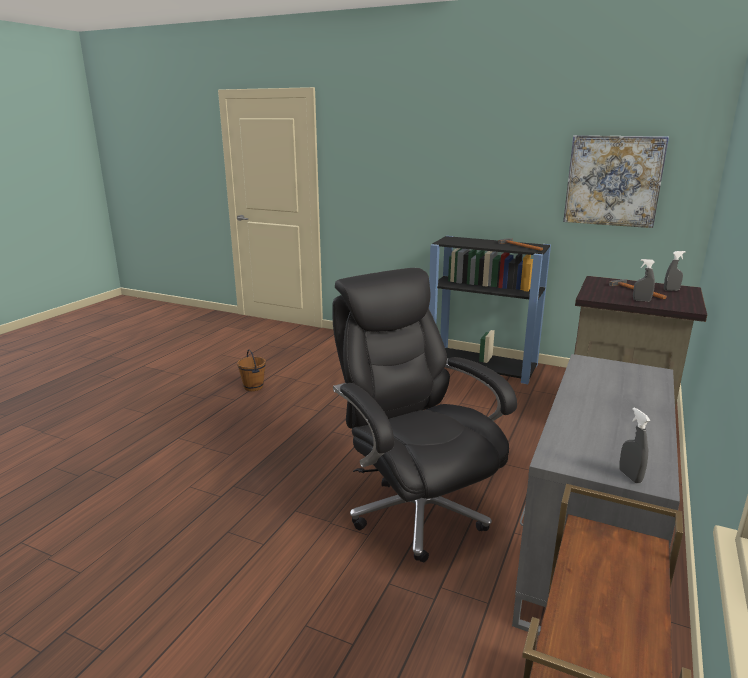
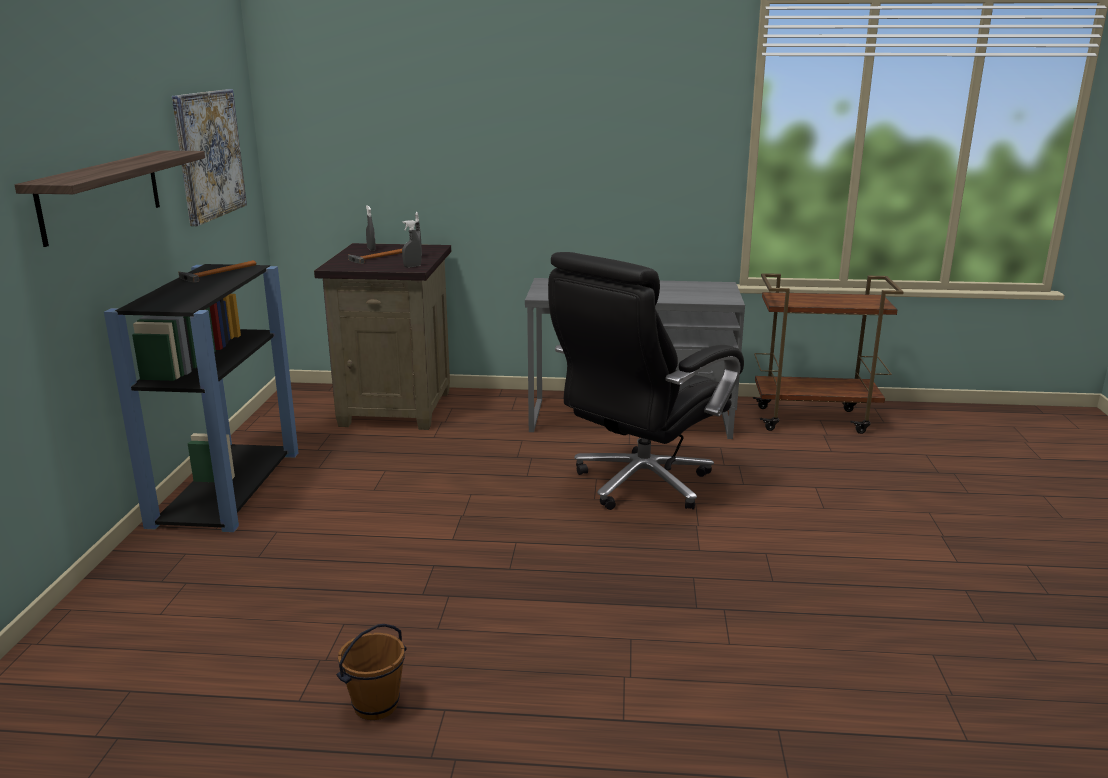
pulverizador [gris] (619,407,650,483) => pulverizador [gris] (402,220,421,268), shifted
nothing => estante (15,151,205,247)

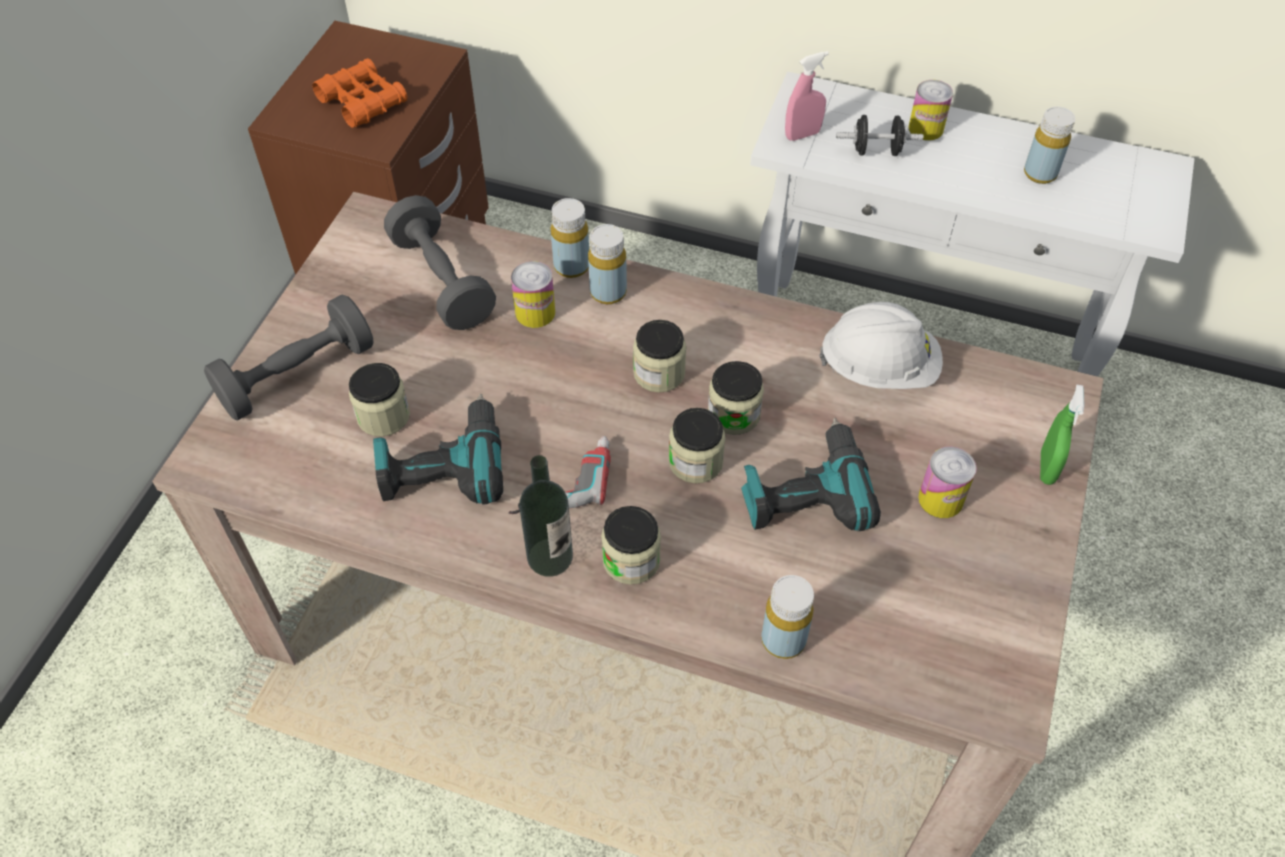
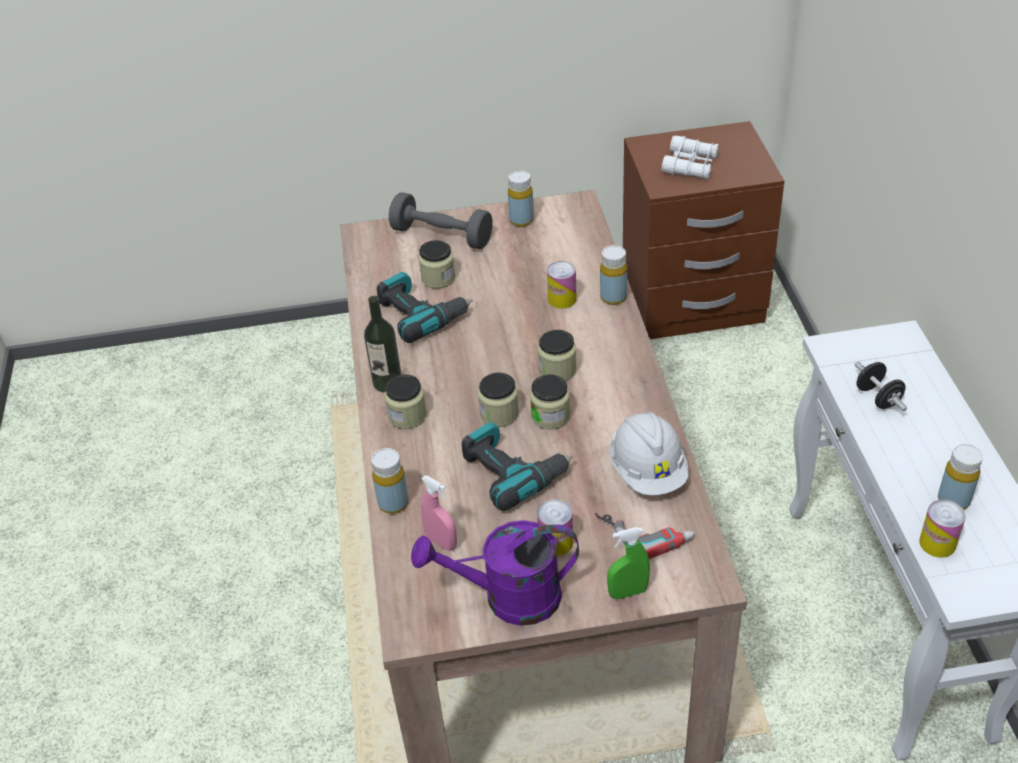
pulverizador [rosa] (785,51,829,141) => pulverizador [rosa] (421,476,457,551), shifted
prismáticos [naranja] (312,58,407,128) => prismáticos [blanco] (662,136,719,180)
lata (908,80,953,140) => lata (919,500,966,558), shifted
mancuerna [gris] (384,195,496,330) => nothing
botella [amarillo] (588,224,627,304) => botella [amarillo] (508,170,534,227), shifted
taladro (508,436,611,514) => taladro (595,513,695,559), shifted
nothing => regadera [morado] (411,520,579,626)

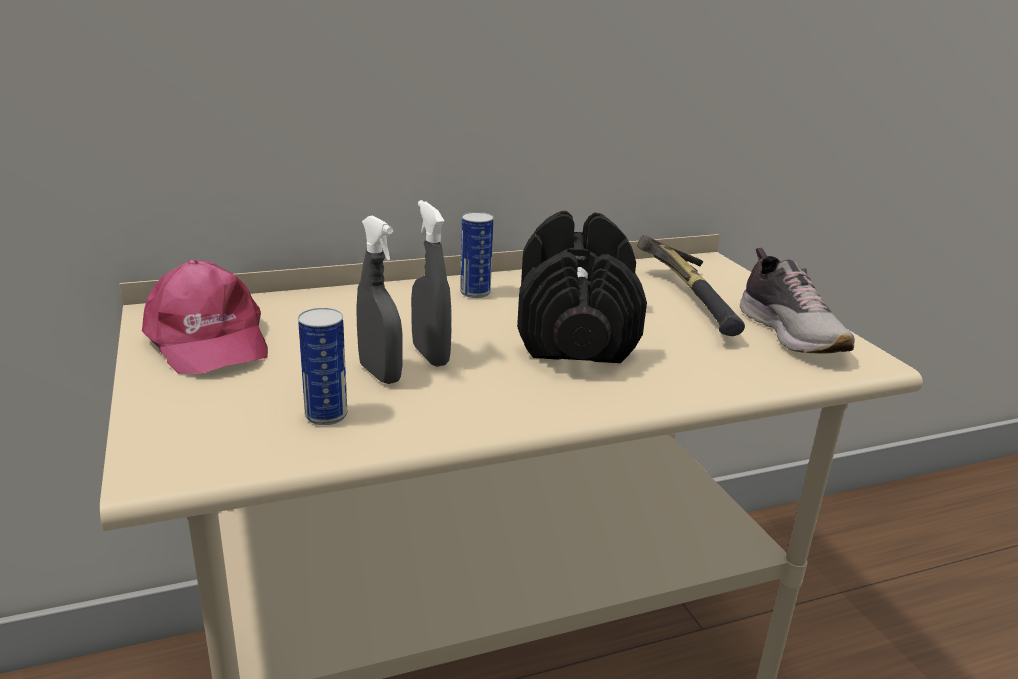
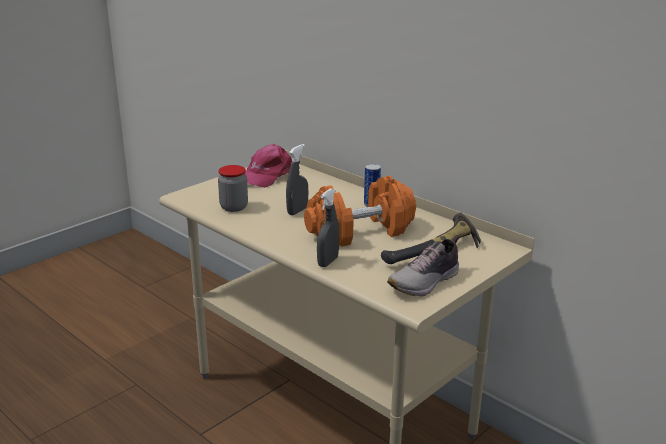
mancuerna [negro] (517,211,647,363) => mancuerna [naranja] (304,176,416,247)
pulverizador [gris] (357,216,403,384) => pulverizador [gris] (317,188,339,267), shifted
lata (298,308,348,425) => tarro (218,165,248,212)

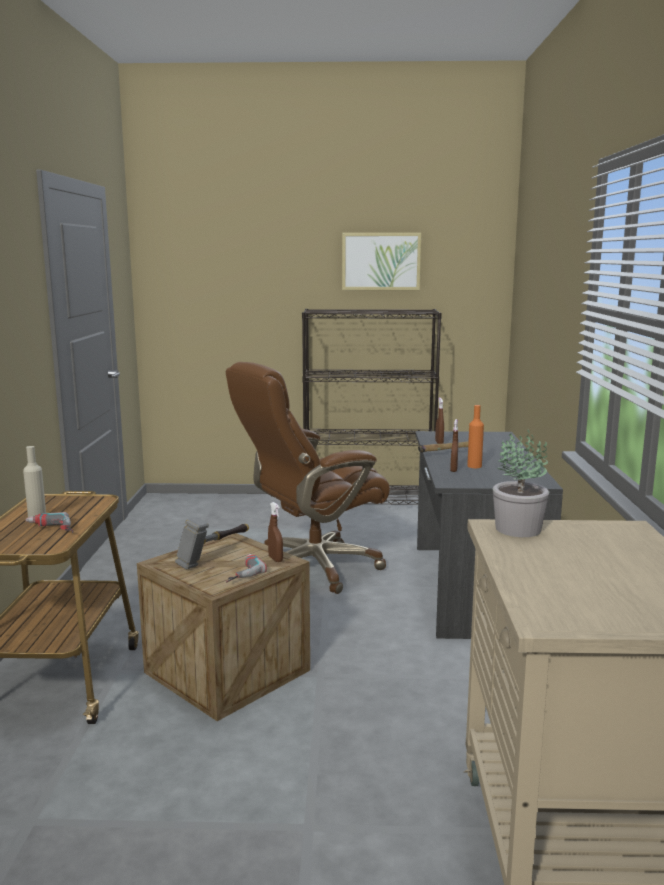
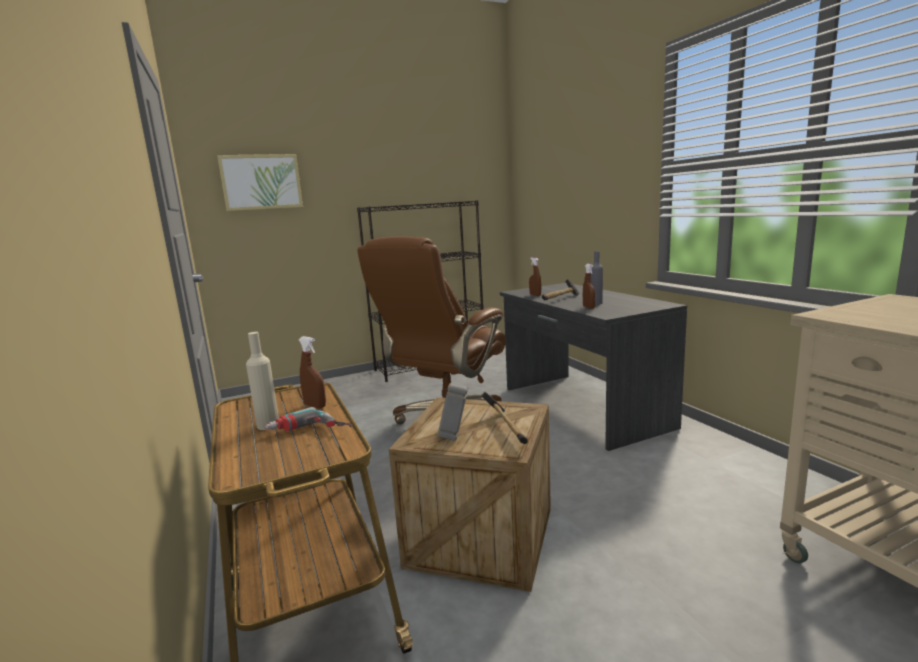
cuadro (342,233,421,290) => cuadro (217,154,303,211), shifted
botella [naranja] (467,405,484,468) => botella [gris] (590,251,603,305)
planta en maceta (493,429,549,537) => nothing
pulverizador [marrón] (268,502,283,562) => pulverizador [marrón] (299,336,326,408), shifted
taladro (226,554,267,583) => martillo (481,392,528,444)

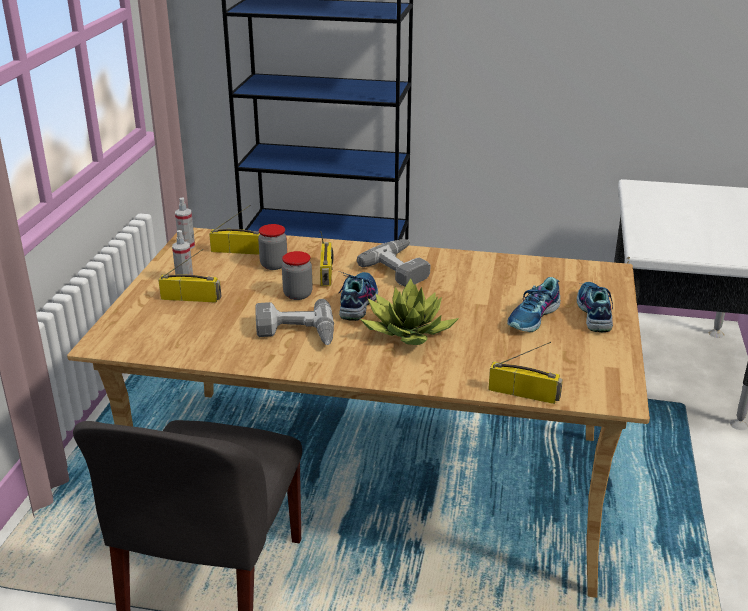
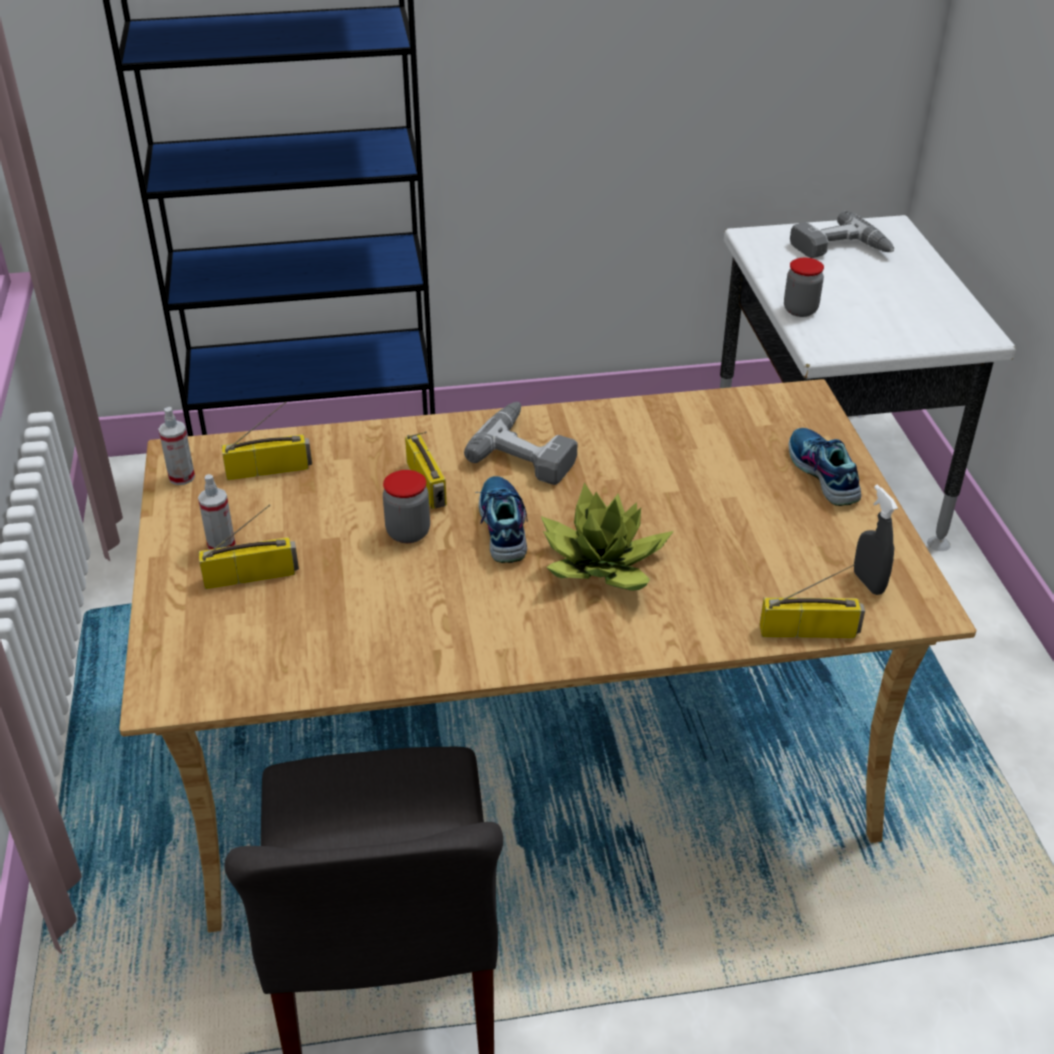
tarro (258,224,287,270) => tarro (784,258,824,317), shifted
zapato (507,277,560,332) => nothing
taladro (255,299,334,345) => taladro (790,211,894,258), shifted
nothing => pulverizador [gris] (854,485,898,595)

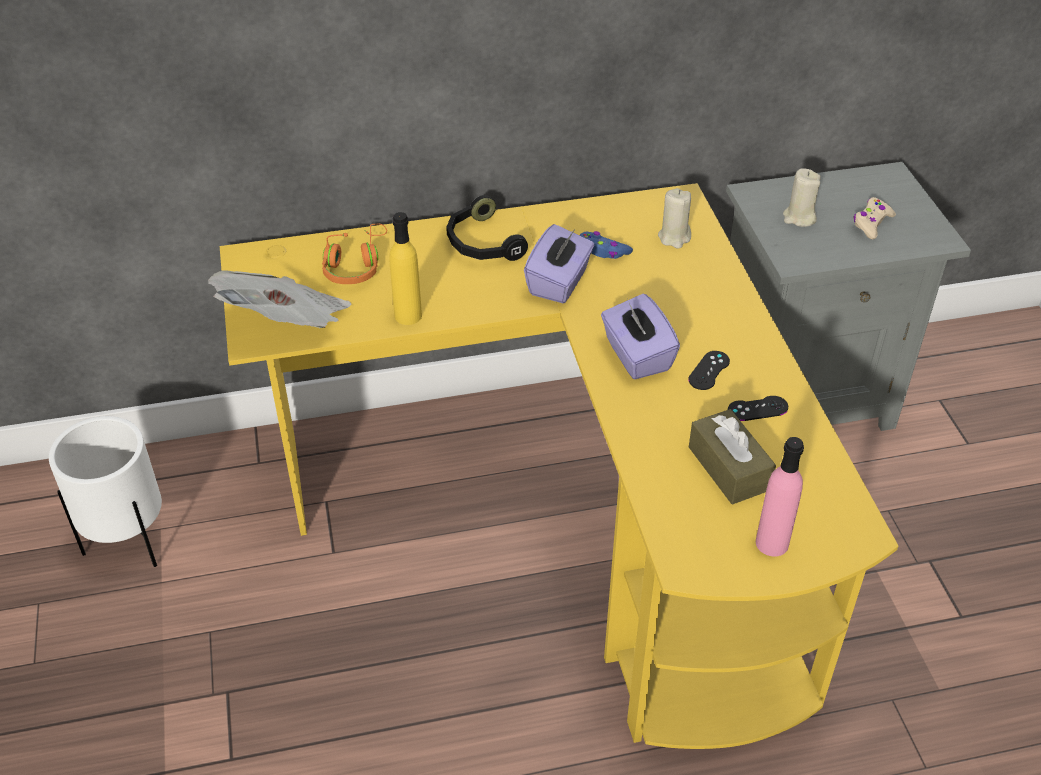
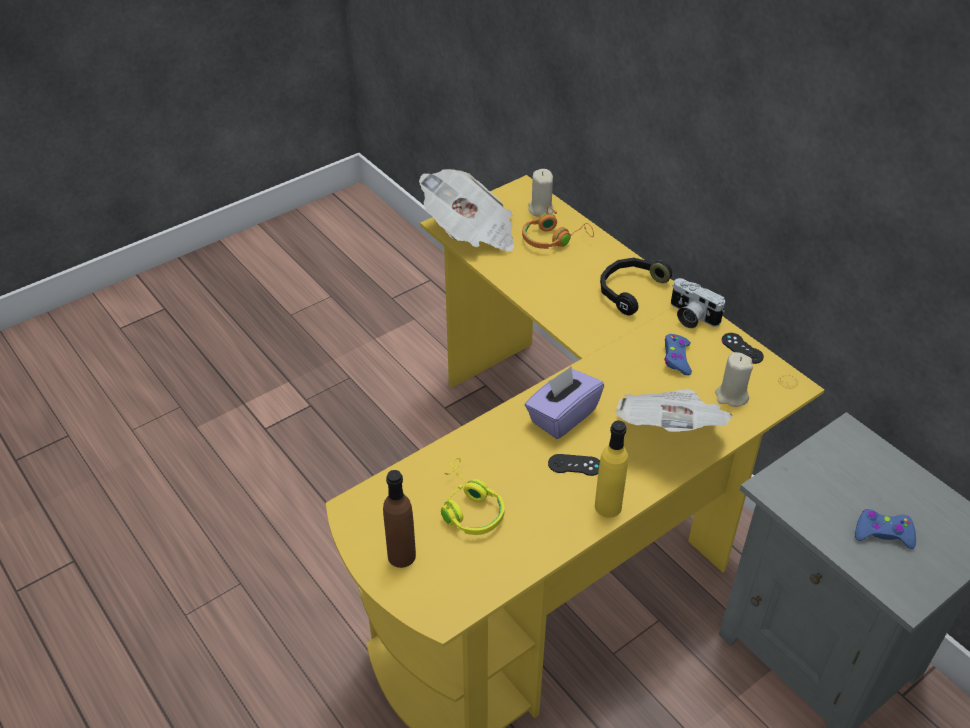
vela [beis] (783,168,821,227) => vela [beis] (528,169,554,217), shifted
mando de consola [beis] (853,197,896,239) => mando de consola [azul] (855,509,916,549)
botella [amarillo] (389,212,422,325) => botella [amarillo] (595,420,628,518), shifted
caja de pañuelos [morado] (524,224,594,303) => nothing
mando de consola [negro] (728,396,788,421) => mando de consola [negro] (722,333,764,364), shifted
caja de pañuelos [marrón] (689,409,776,504) => auriculares [amarillo] (441,458,505,535)
maceta [blanco] (49,416,162,567) => nothing
botella [rosa] (756,437,804,556) => botella [marrón] (383,470,416,568)
nothing => cámara (671,278,725,329)
nothing => periódico (615,389,733,432)

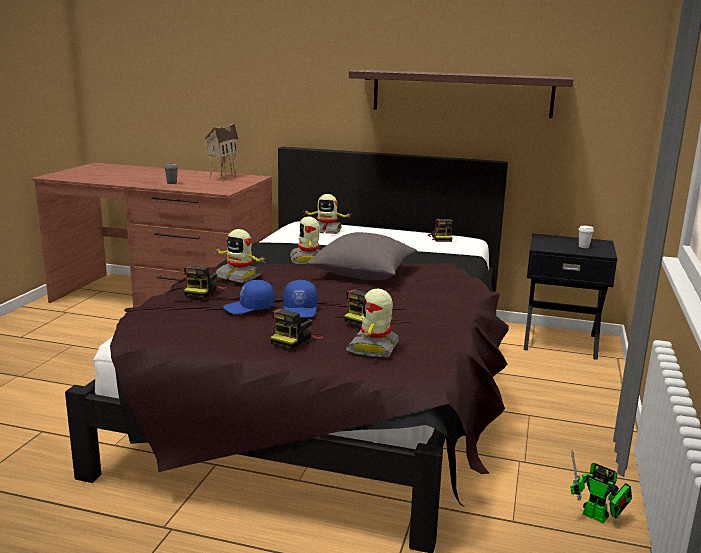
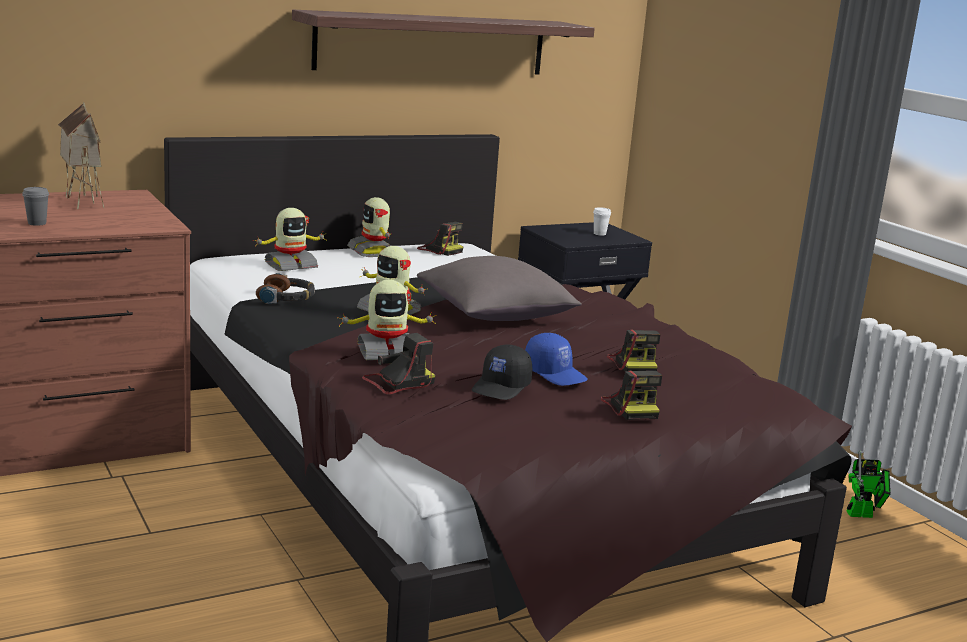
cámara (184,265,227,298) => cámara (362,333,435,394), 90 degrees counterclockwise
gorra [azul] (223,280,274,314) => gorra [negro] (472,345,532,400)
robot de juguete (346,289,399,358) => robot de juguete (347,197,391,257), shifted
nothing => auriculares (256,273,315,304)

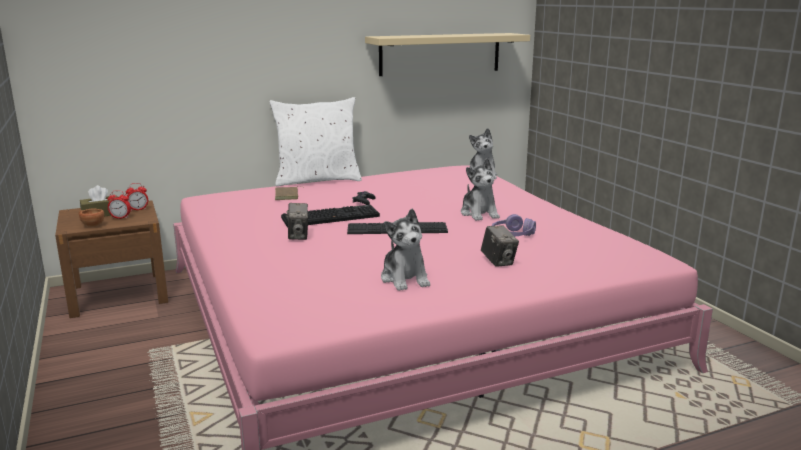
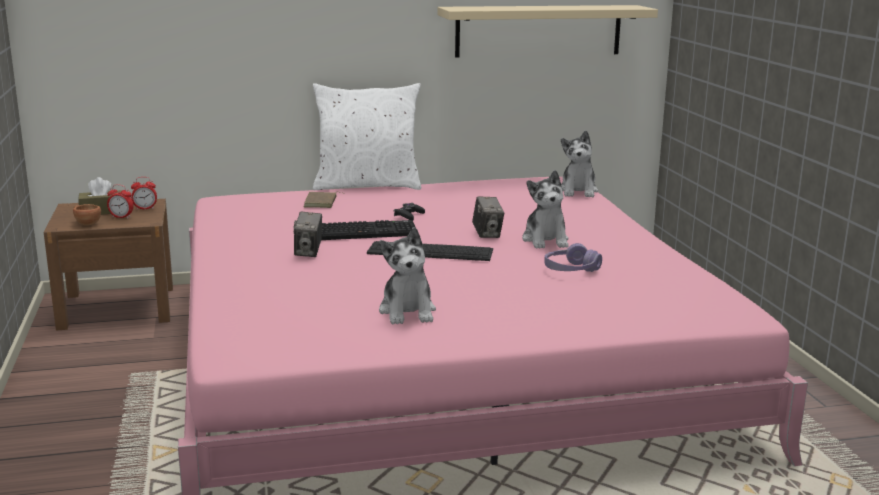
cámara (481,225,519,267) => cámara (472,196,504,238), shifted

